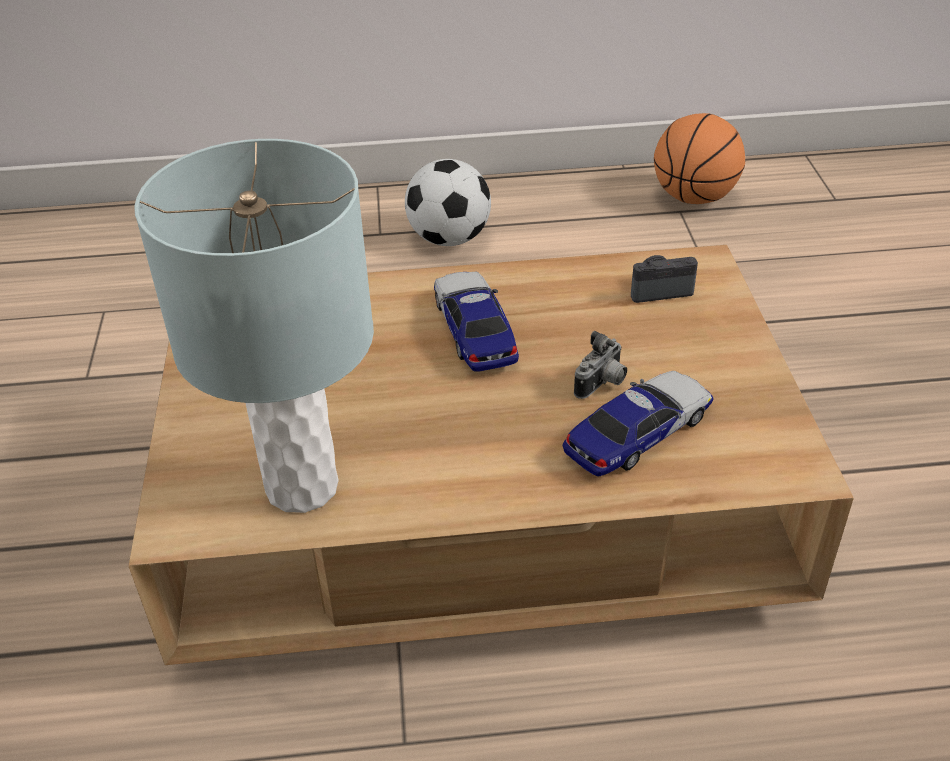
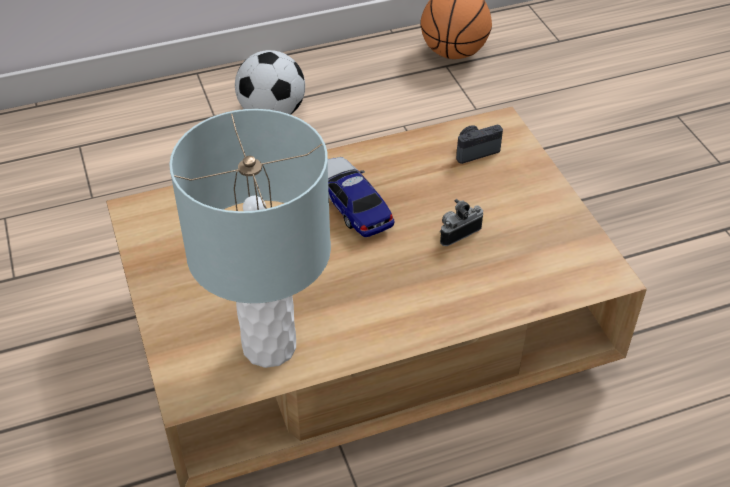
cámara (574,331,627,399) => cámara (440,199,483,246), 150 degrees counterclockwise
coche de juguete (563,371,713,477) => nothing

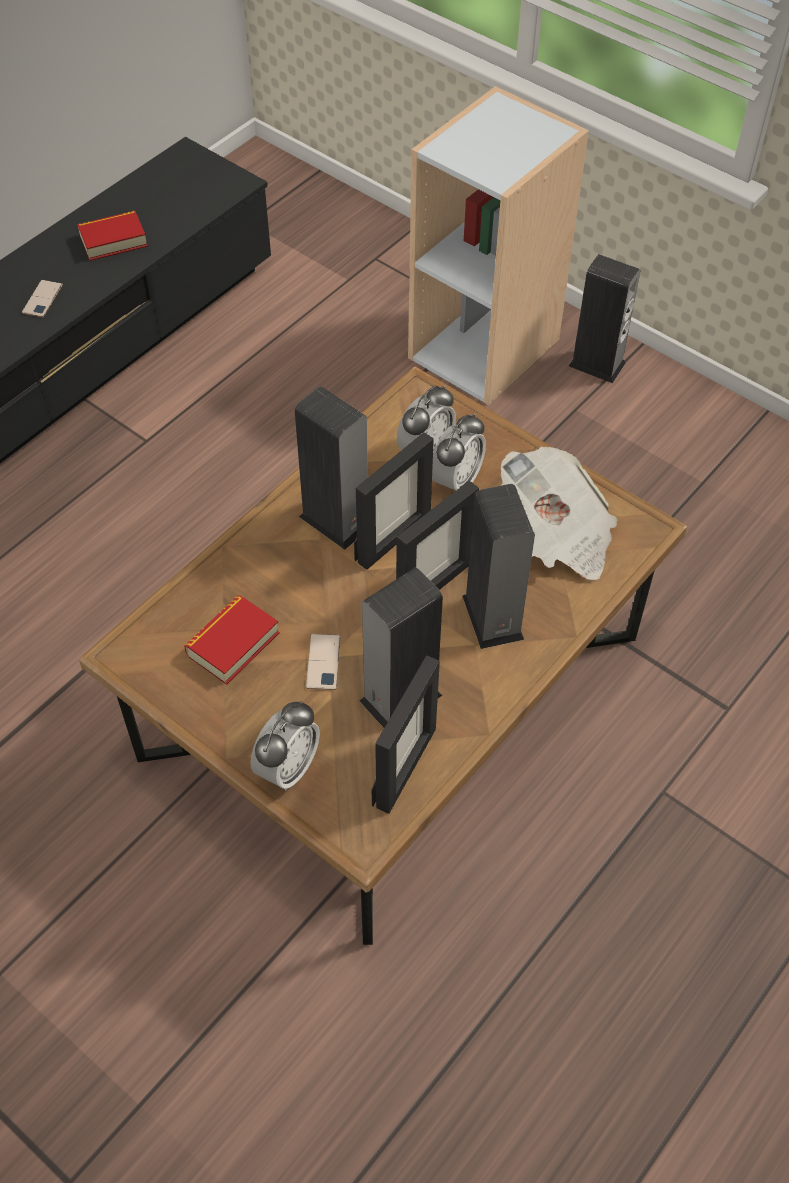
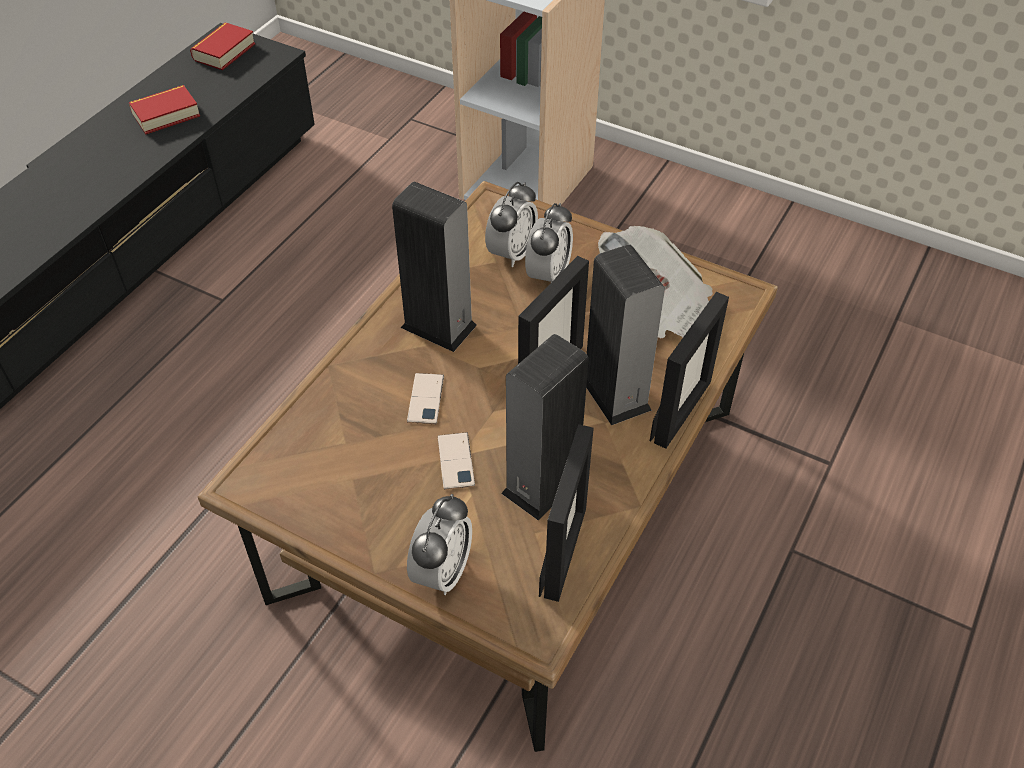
altavoz (569,254,641,383) => nothing
móvil (22,280,63,317) => móvil (407,373,444,424), shifted
portarretratos (354,432,434,570) => portarretratos (650,292,729,449), shifted
libro (184,595,280,685) => libro (190,22,255,70), shifted

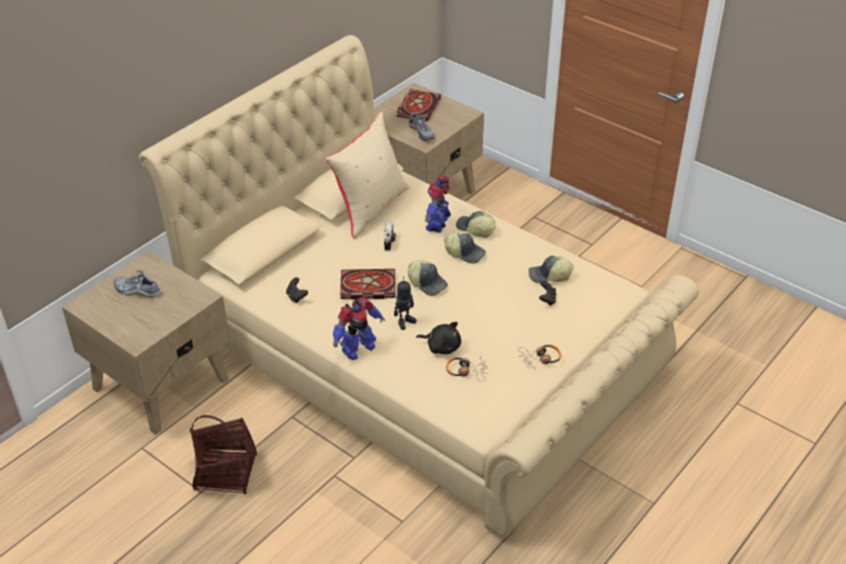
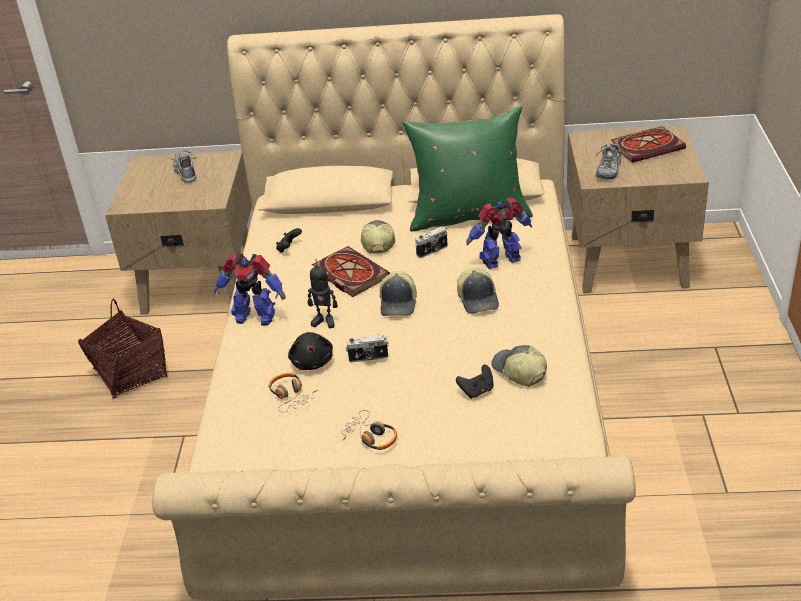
cojín [beis] (326,111,410,239) => cojín [verde] (402,106,533,232)
gorra (456,211,496,238) => gorra (361,220,395,254), shifted
nothing => cámara (346,334,389,363)

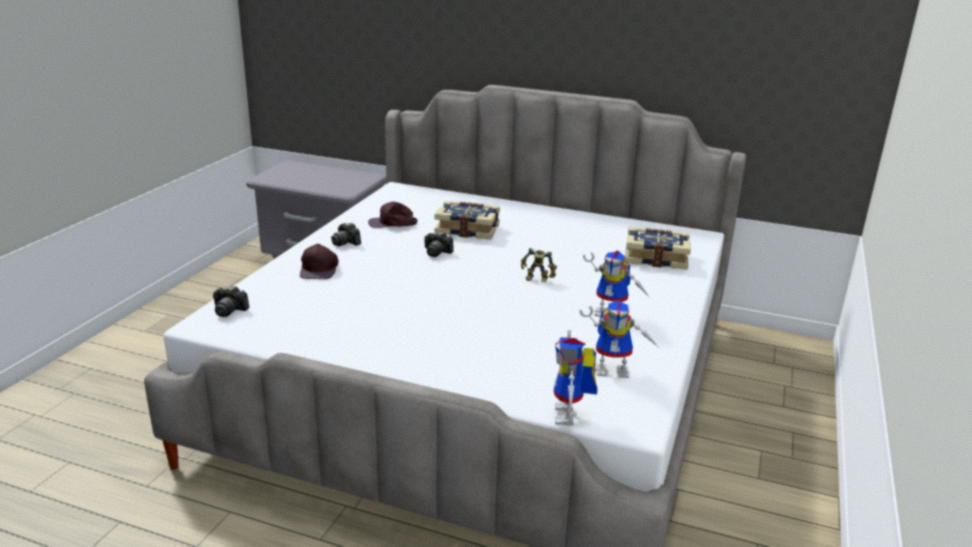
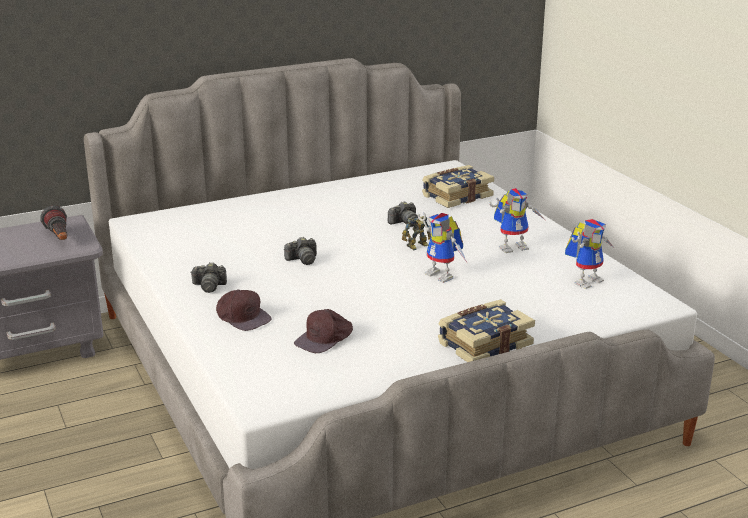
gorra [marrón] (368,201,417,228) => gorra [marrón] (294,309,353,353), shifted
libro (434,201,500,240) => libro (438,299,535,362), shifted
cámara (213,286,249,317) => cámara (388,201,418,227), shifted
robot de juguete (554,329,598,425) => robot de juguete (418,212,468,283), shifted
nothing => linterna (40,205,68,240)

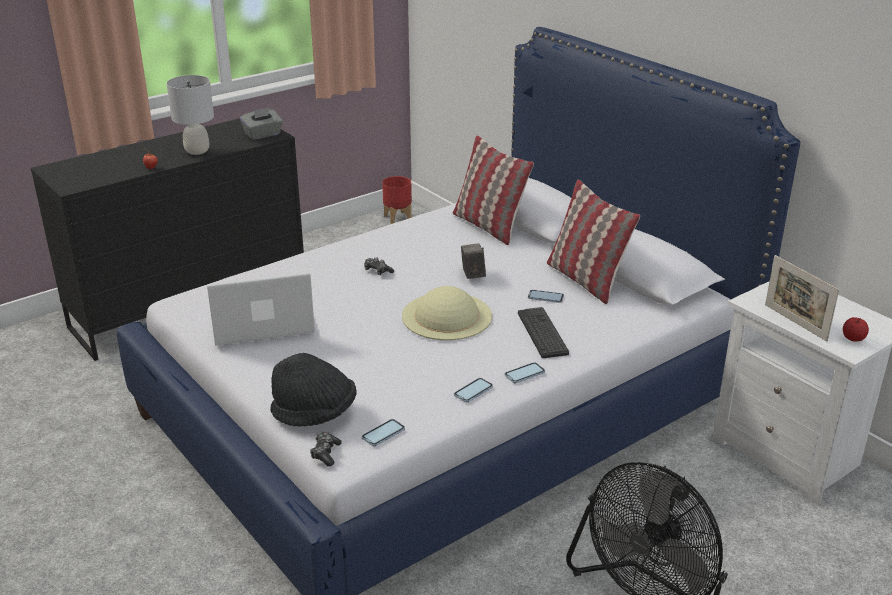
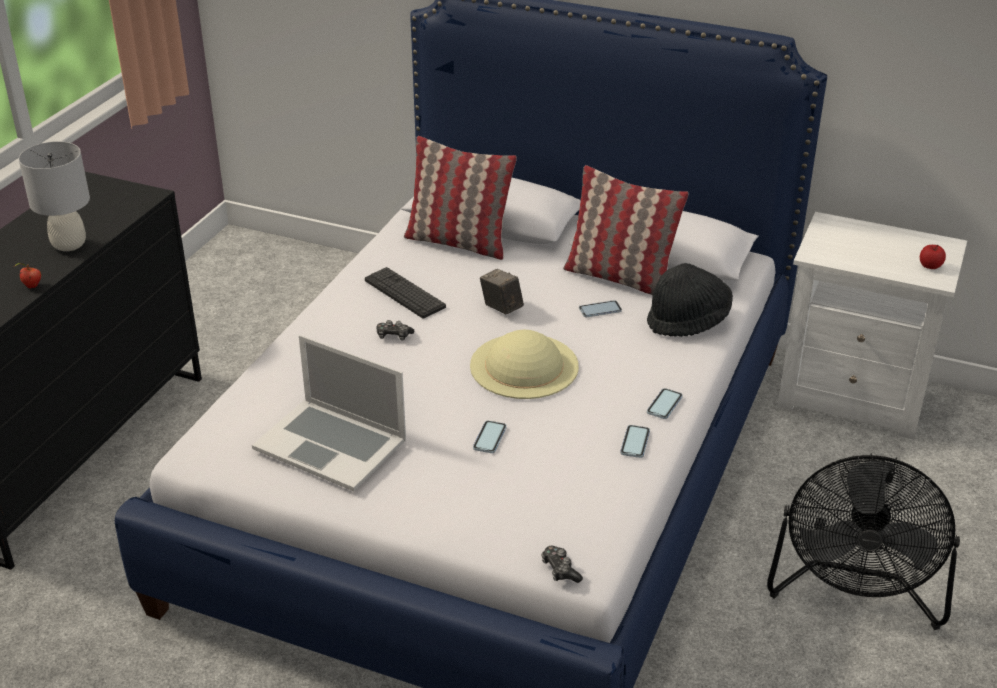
caja de pañuelos [gris] (240,107,283,140) => nothing
maceta [rojo] (382,176,412,224) => nothing
portarretratos (765,255,839,342) => nothing
portátil (207,273,315,346) => portátil (252,335,406,491), 105 degrees counterclockwise
teclado (518,307,569,358) => teclado (365,267,446,319), shifted
sombrero [negro] (270,353,357,426) => sombrero [negro] (647,263,733,337), shifted
móvil (362,419,405,447) => móvil (473,421,507,453), shifted

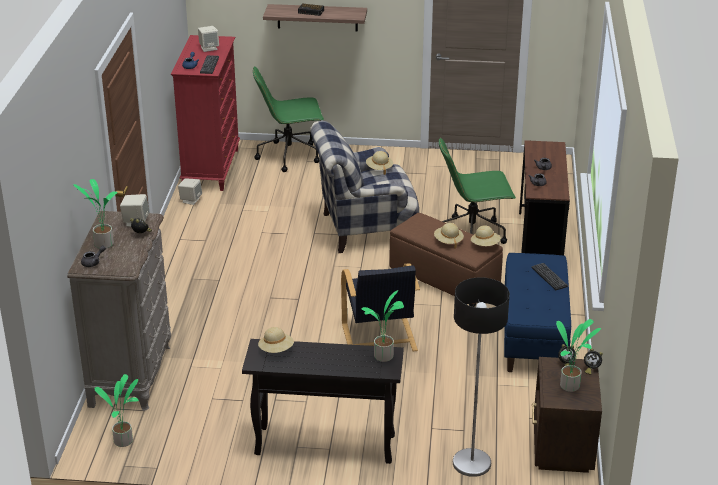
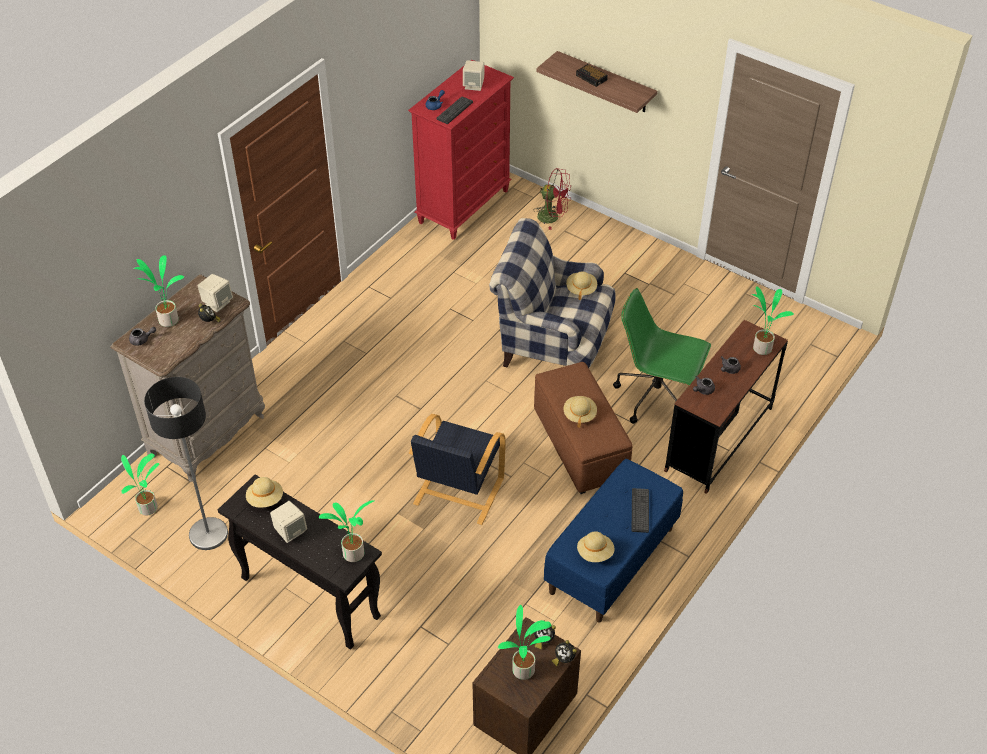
silla de oficina [verde] (253,66,324,172) => ventilador [rojo] (533,168,571,230)
altavoz [beis] (178,178,202,205) => altavoz [beis] (270,501,307,543), shifted
sombrero [beis] (471,226,501,246) => sombrero [beis] (577,531,614,562), shifted
lámpara de pie (453,277,510,477) => lámpara de pie (144,377,228,550), shifted
nothing => planta en maceta (751,287,794,355)

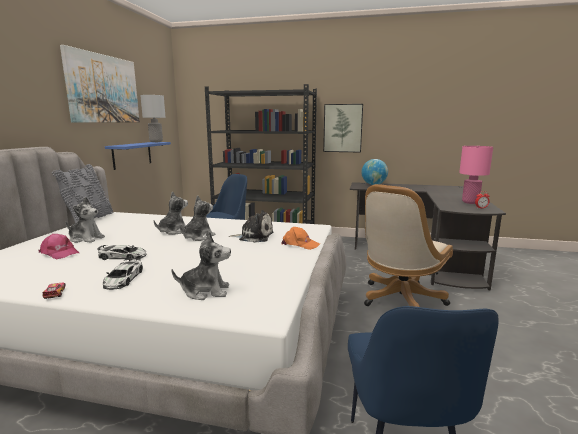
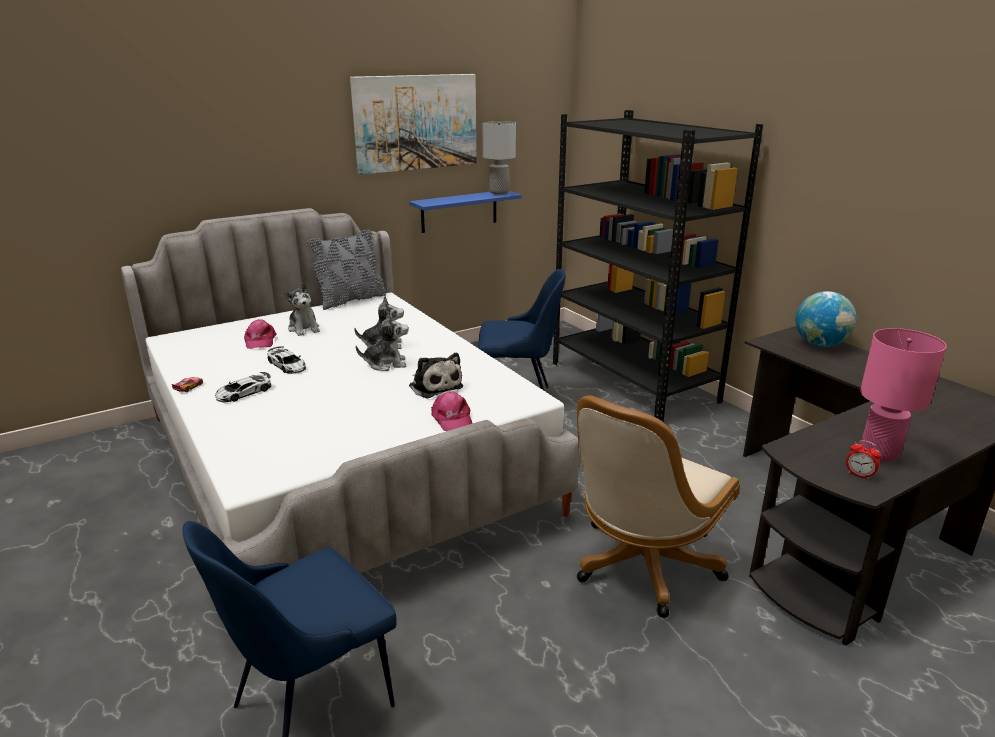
cuadro (323,104,363,153) => nothing
silla de oficina (364,184,453,307) => silla de oficina (577,395,740,618), 45 degrees counterclockwise
gorra [naranja] (281,227,320,250) => gorra [rosa] (431,391,473,431)
peluche (172,231,231,300) => nothing

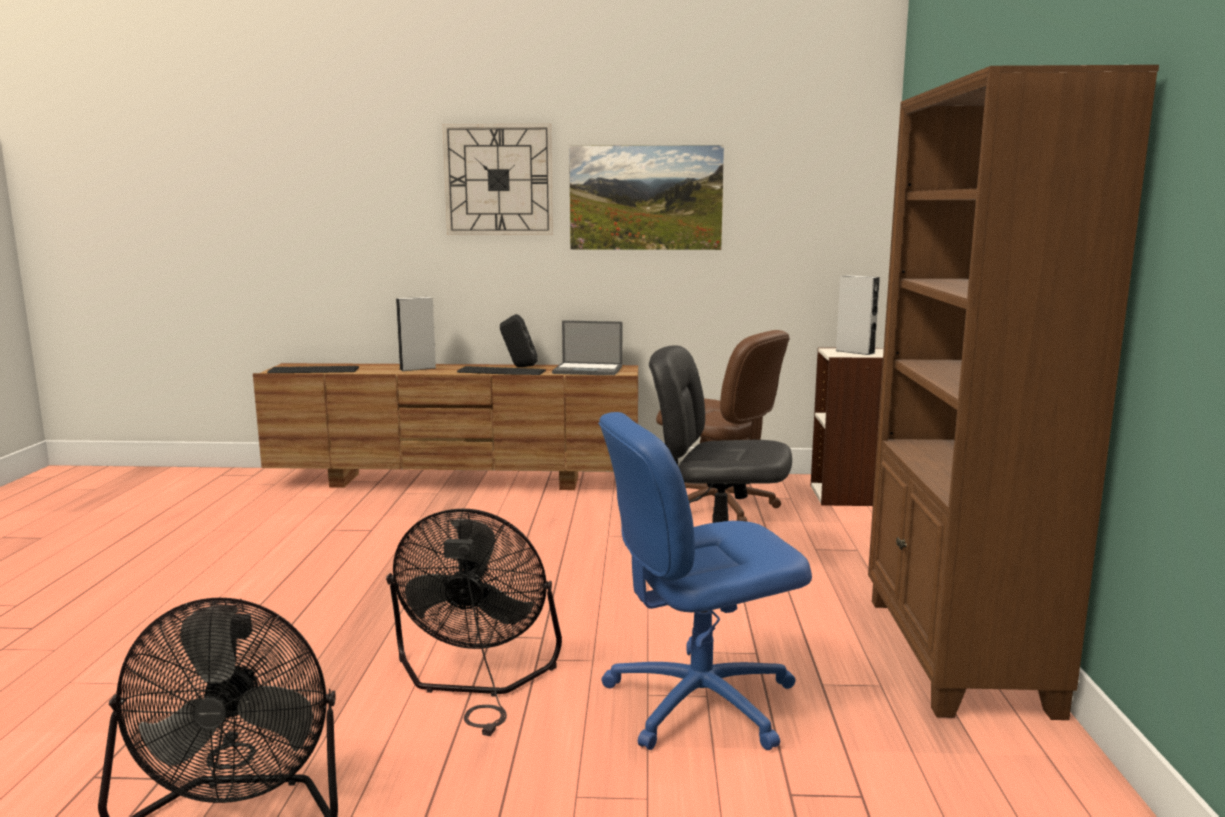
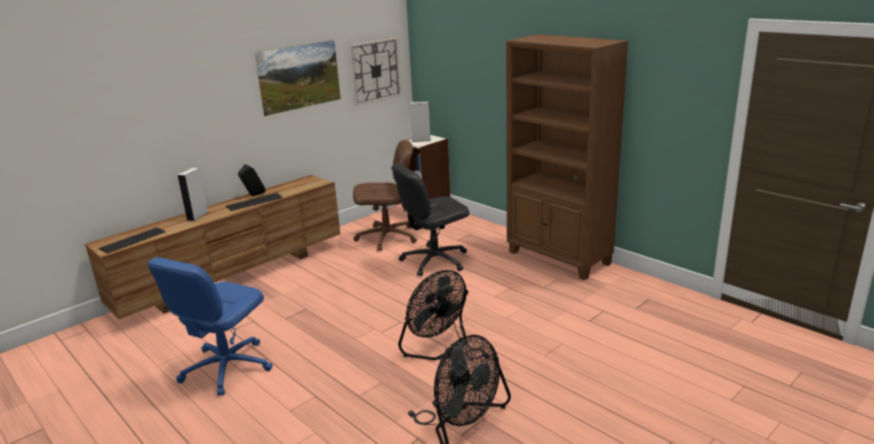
reloj de pared (443,124,553,235) => reloj de pared (349,38,401,106), shifted
portátil (552,320,622,375) => nothing
silla de oficina [azul] (598,412,812,750) => silla de oficina [azul] (148,257,273,396), shifted

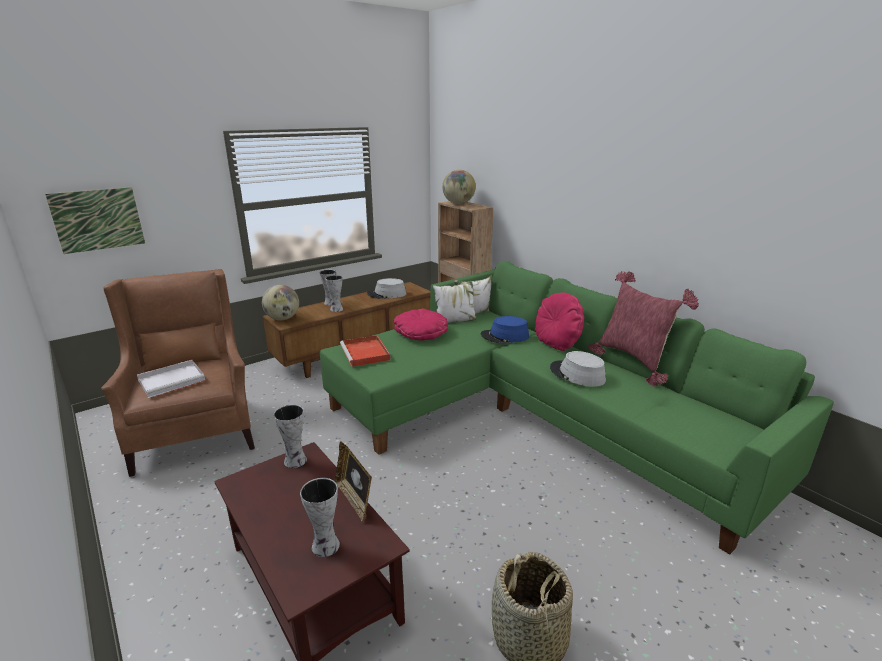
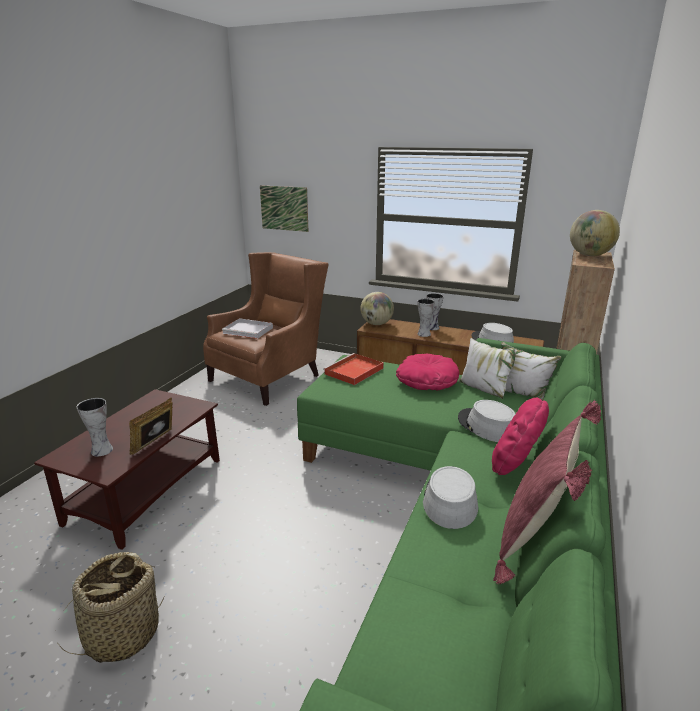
sombrero [azul] (480,316,529,343) => sombrero [gris] (458,400,515,442)
florero (273,404,307,468) => nothing

